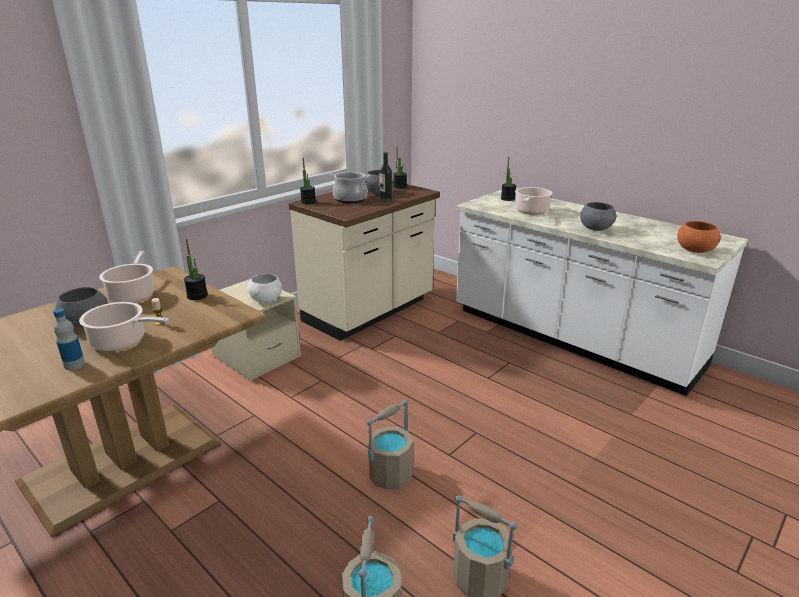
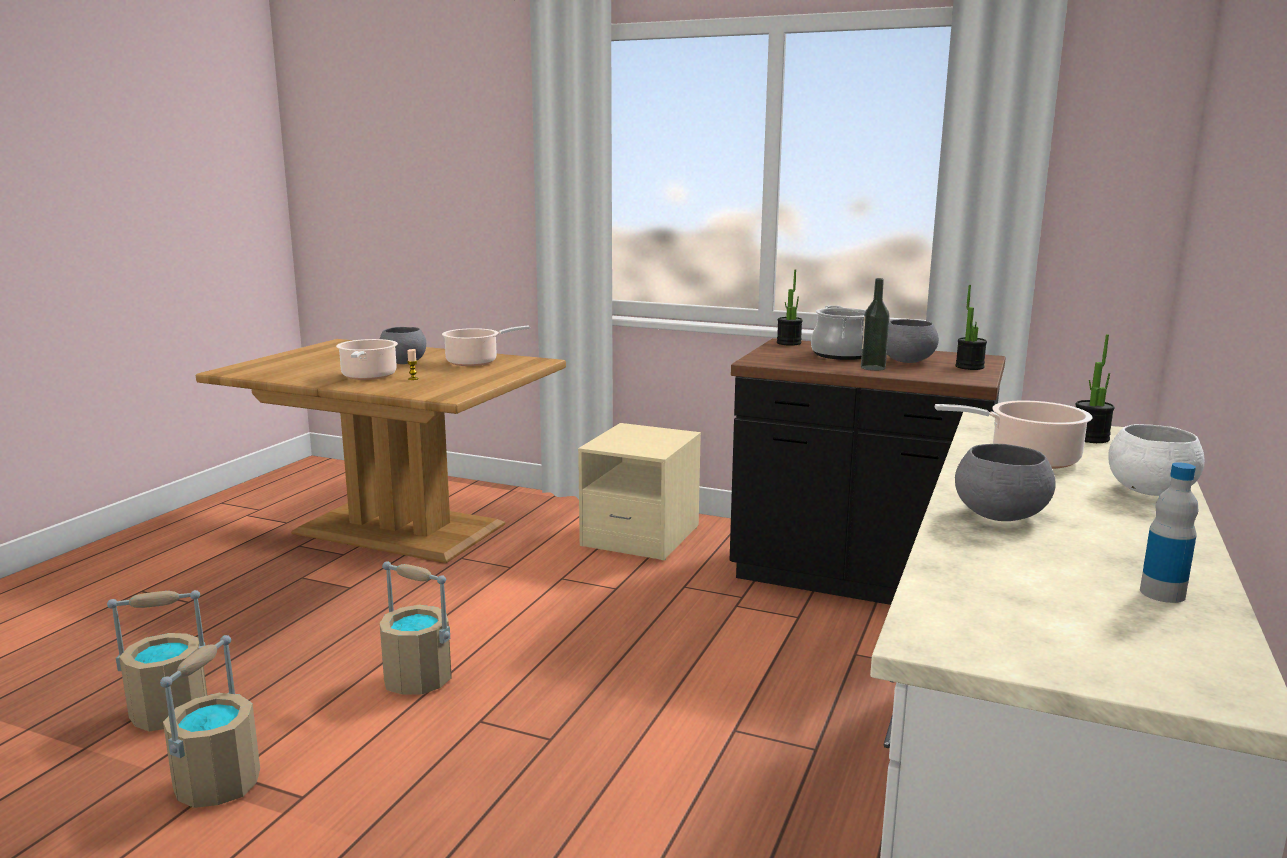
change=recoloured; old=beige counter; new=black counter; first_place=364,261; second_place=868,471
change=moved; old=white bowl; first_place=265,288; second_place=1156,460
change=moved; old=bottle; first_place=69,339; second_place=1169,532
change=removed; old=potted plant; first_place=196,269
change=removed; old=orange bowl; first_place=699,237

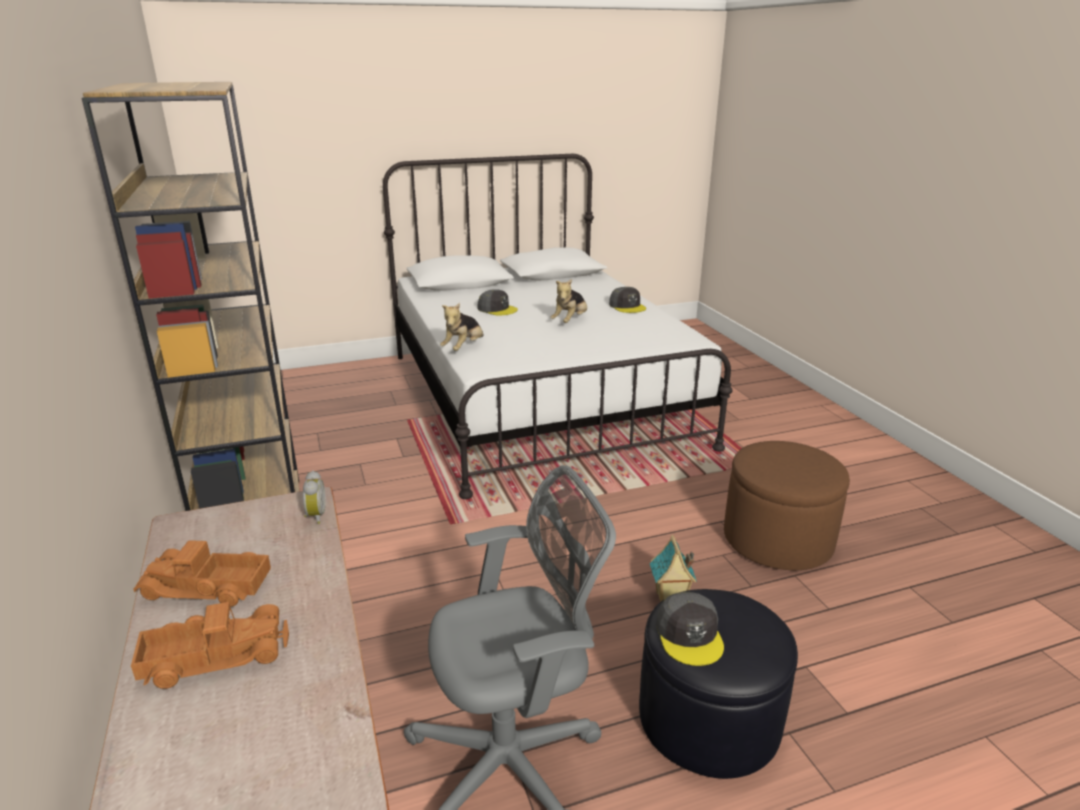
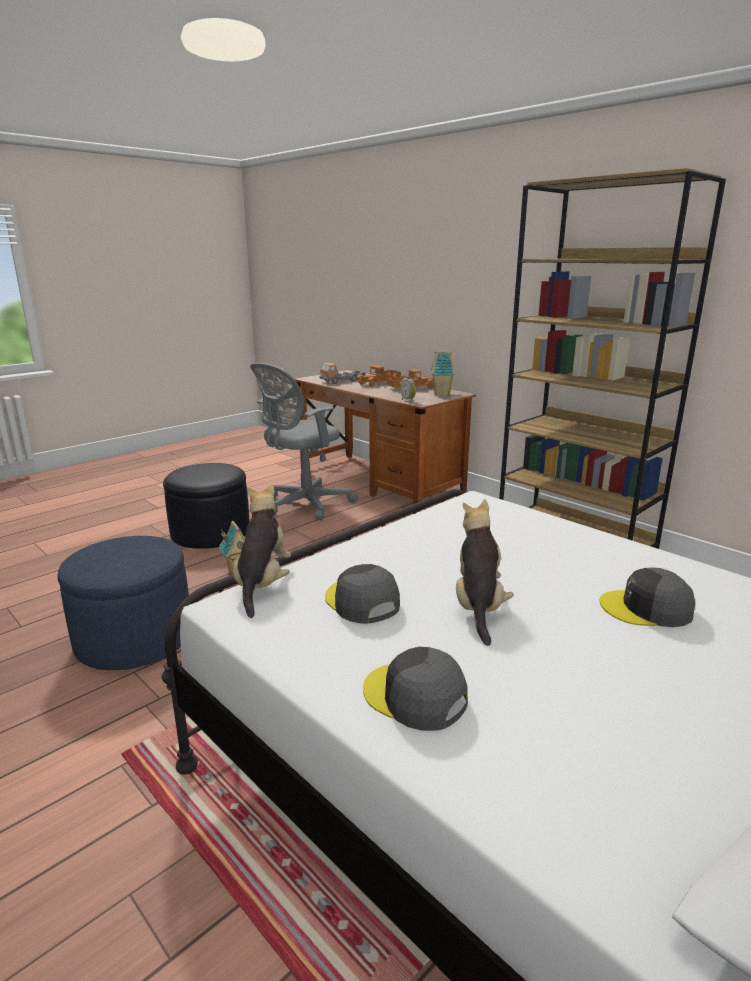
change=recoloured; old=brown ottoman; new=blue ottoman; first_place=787,505; second_place=123,603
change=moved; old=plush toy; first_place=462,327; second_place=262,551
change=added; new=toy truck; second_place=342,373
change=moved; old=grey cap; first_place=690,629; second_place=362,594
change=added; new=toy house; second_place=443,373

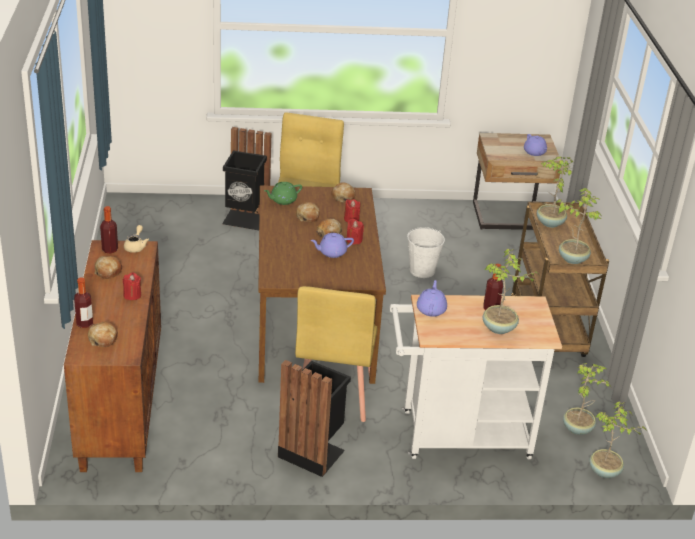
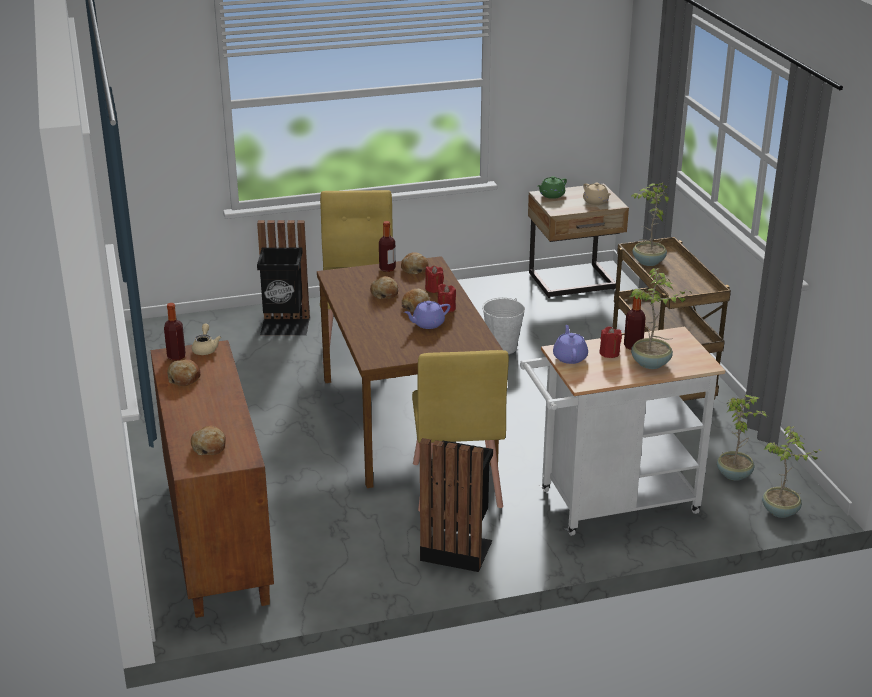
change=moved; old=bottle; first_place=83,302; second_place=387,246
change=moved; old=green teapot; first_place=283,193; second_place=552,187
change=recoloured; old=purple teapot; new=beige teapot; first_place=535,145; second_place=597,194
change=moved; old=red candle; first_place=132,286; second_place=610,342
change=removed; old=potted plant; first_place=579,226

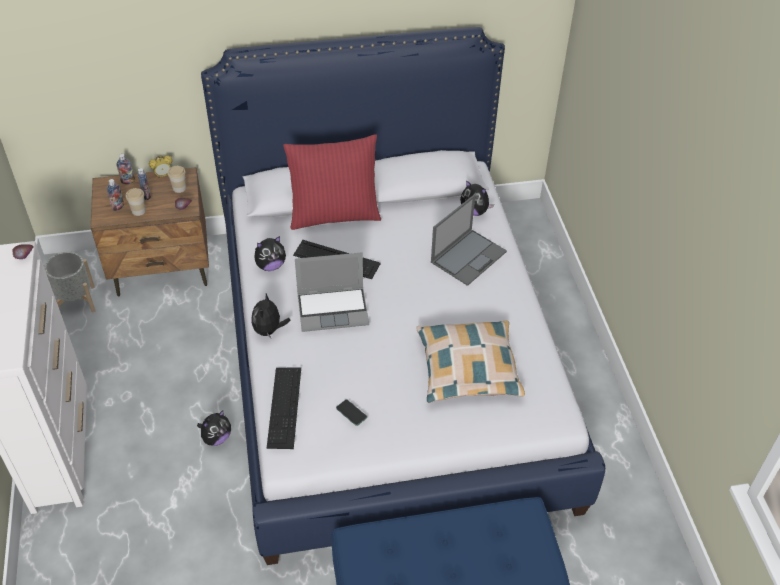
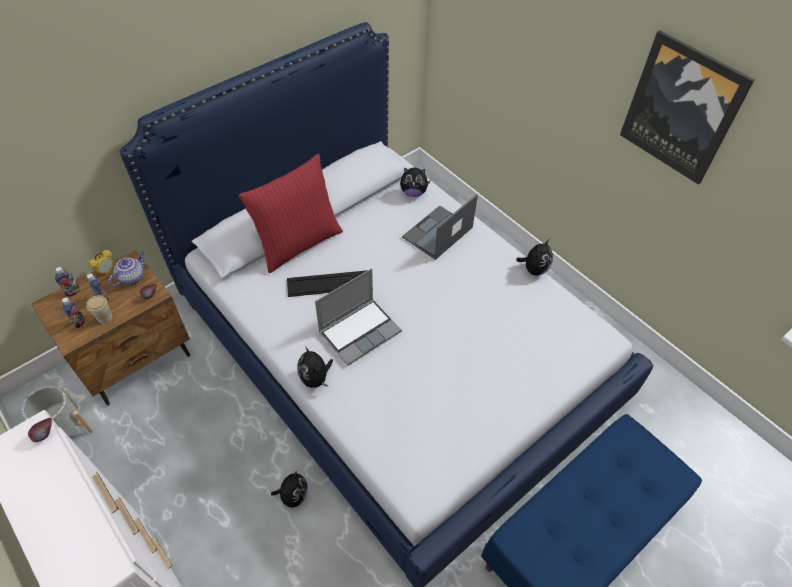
change=replaced; old=cup; new=teapot; first_place=176,179; second_place=127,269
change=turned; old=laptop; first_place=469,240; second_place=440,227; degrees=-150
change=moved; old=plush toy; first_place=270,253; second_place=534,257
change=added; new=picture; second_place=687,107
change=removed; old=keyboard; first_place=284,408
change=removed; old=phone; first_place=351,412
change=removed; old=pillow; first_place=470,362

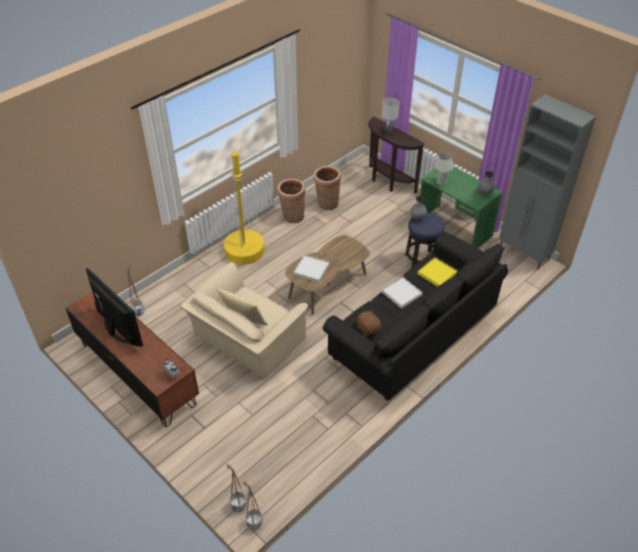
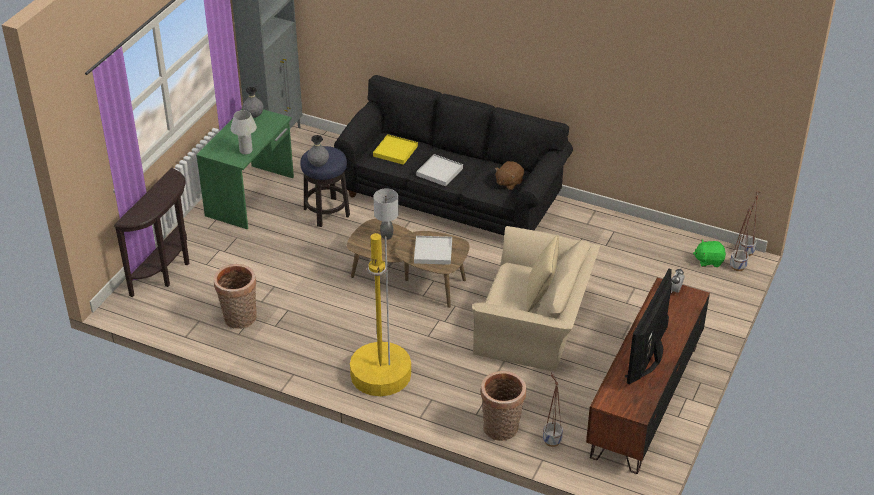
change=moved; old=grey table lamp; first_place=390,116; second_place=386,214
change=moved; old=basket; first_place=291,201; second_place=503,406
change=added; new=green plush toy; second_place=709,253

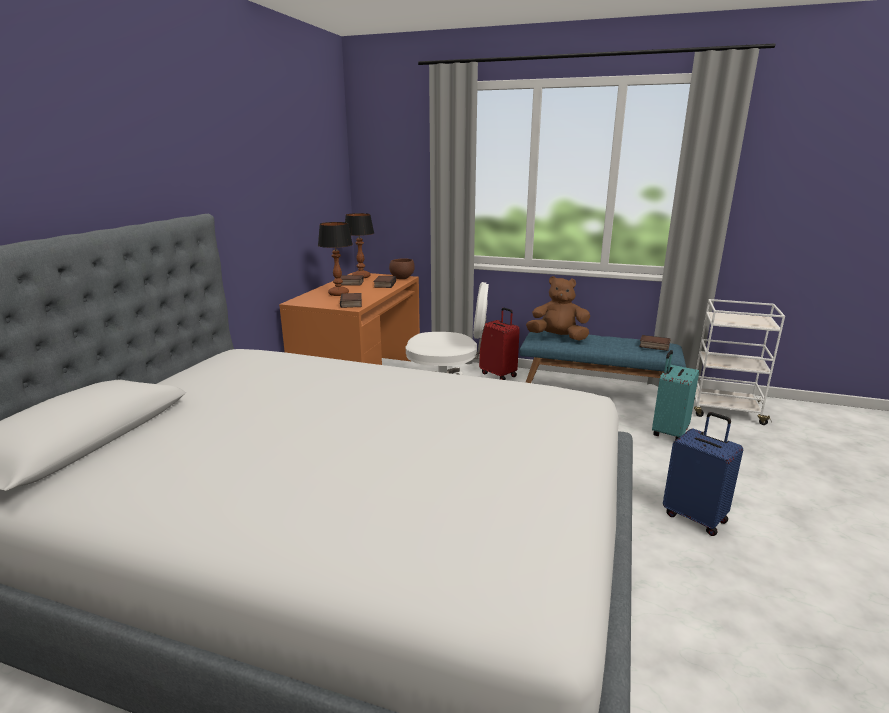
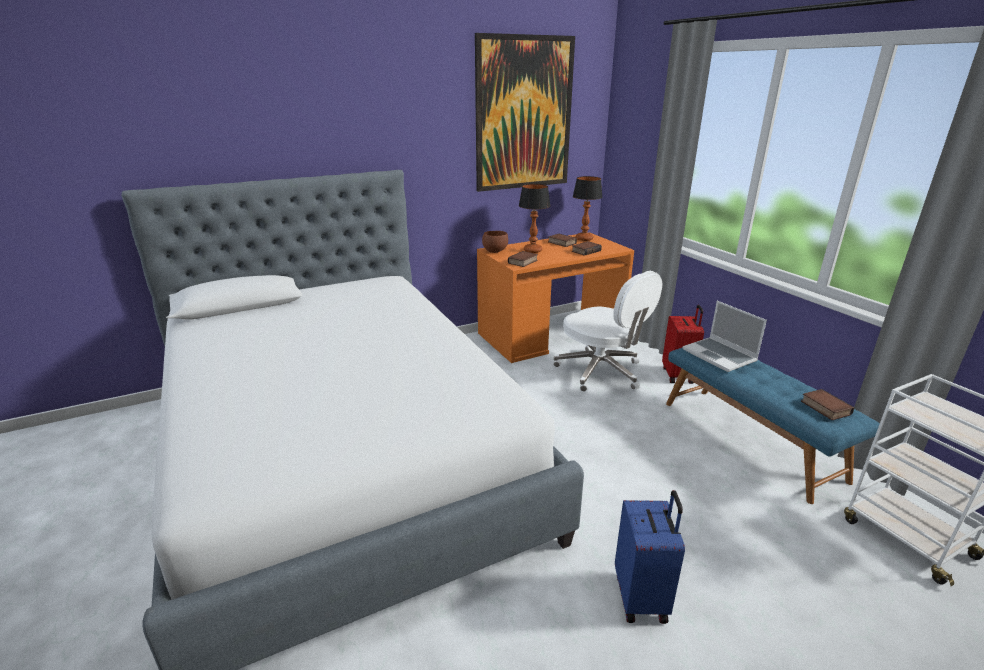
change=added; new=picture; second_place=525,112
change=moved; old=brown bowl; first_place=402,268; second_place=495,242
change=replaced; old=brown plush toy; new=laptop; first_place=558,308; second_place=725,336
change=removed; old=turquoise suitcase; first_place=675,395

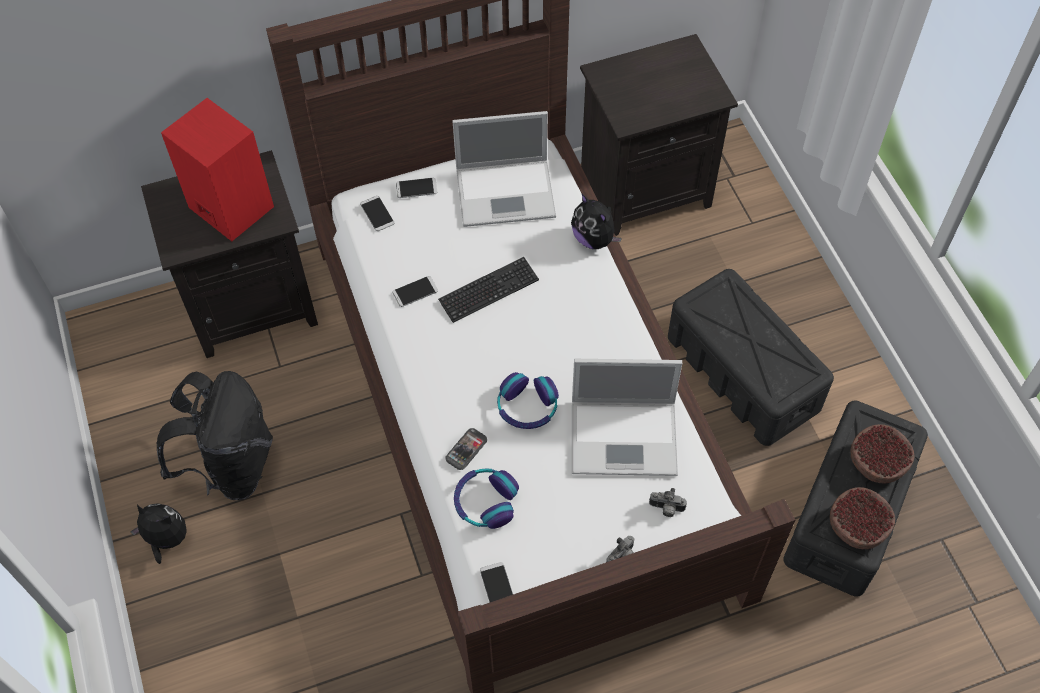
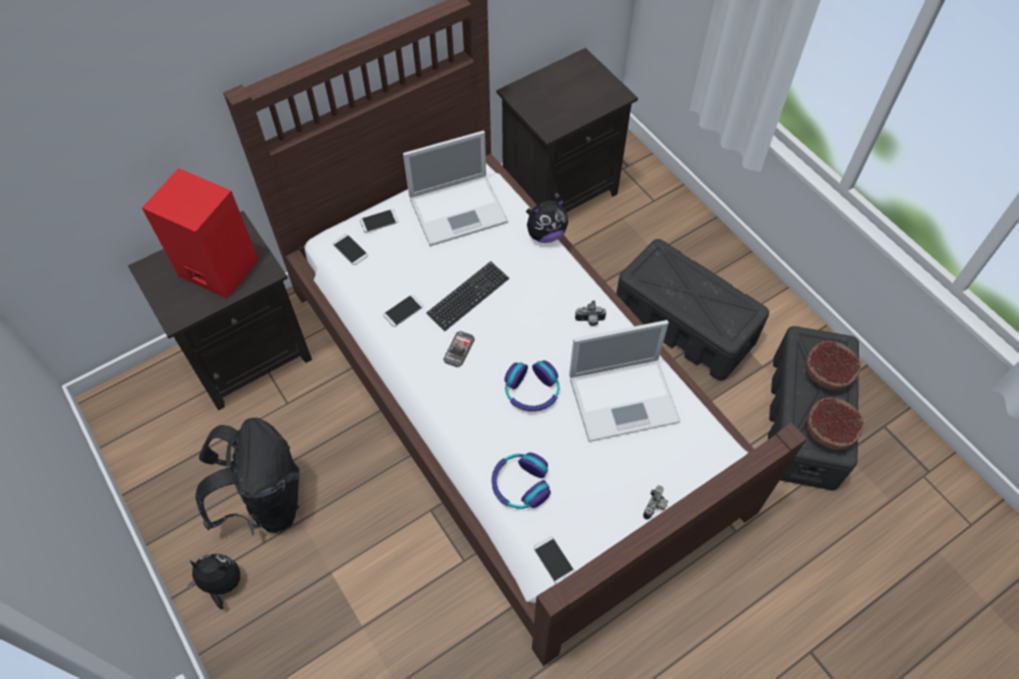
change=moved; old=phone; first_place=466,449; second_place=459,349
change=turned; old=plush toy; first_place=596,221; second_place=547,221; degrees=-60
change=moved; old=photo camera; first_place=668,502; second_place=590,313

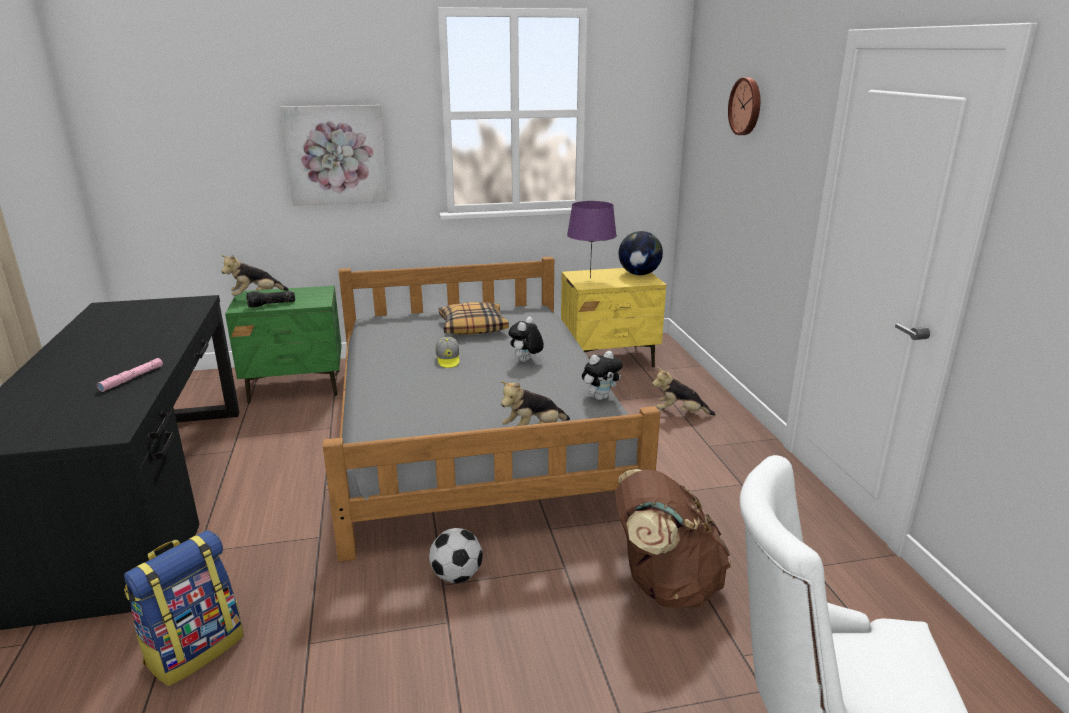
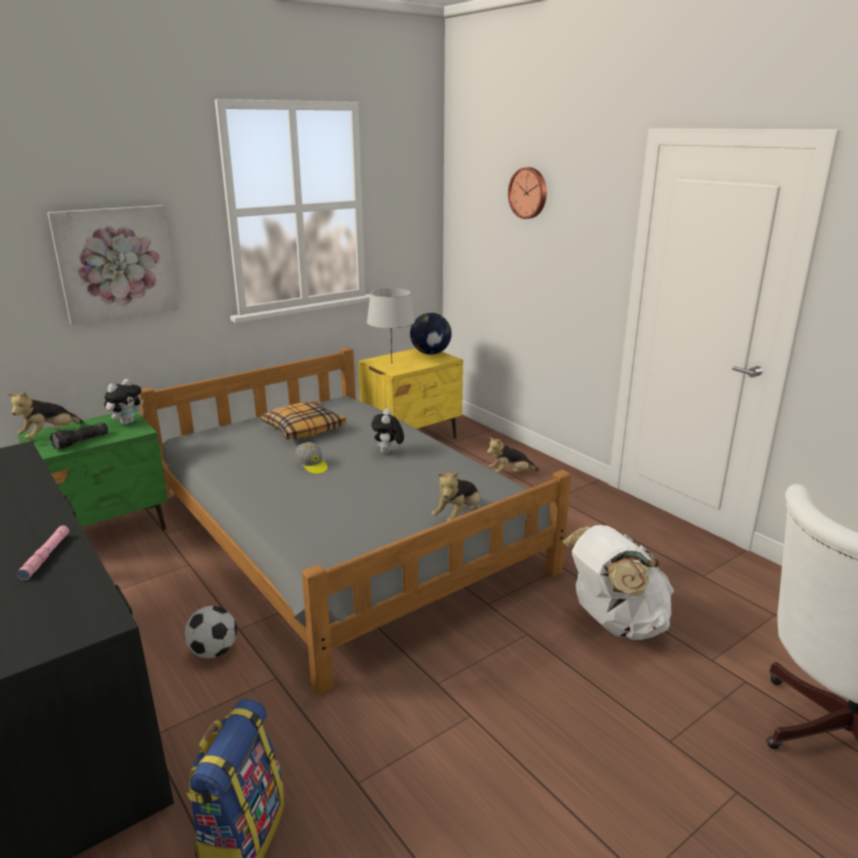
change=moved; old=plush toy; first_place=602,375; second_place=124,402
change=moved; old=football; first_place=456,555; second_place=210,632
change=recoloured; old=purple table lamp; new=grey table lamp; first_place=592,240; second_place=391,325
change=recoloured; old=brown backpack; new=white backpack; first_place=673,538; second_place=618,582

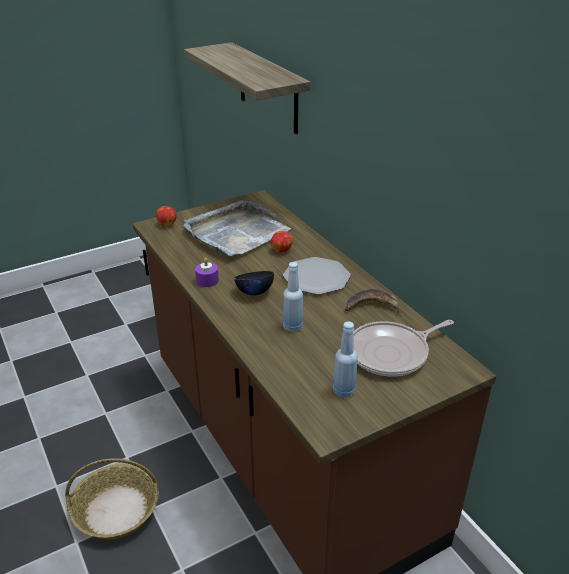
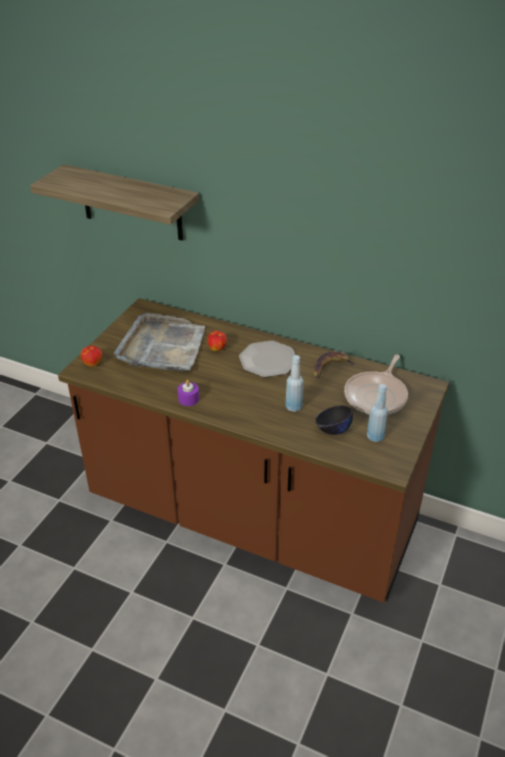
change=moved; old=black bowl; first_place=254,283; second_place=334,420
change=removed; old=basket; first_place=112,498

